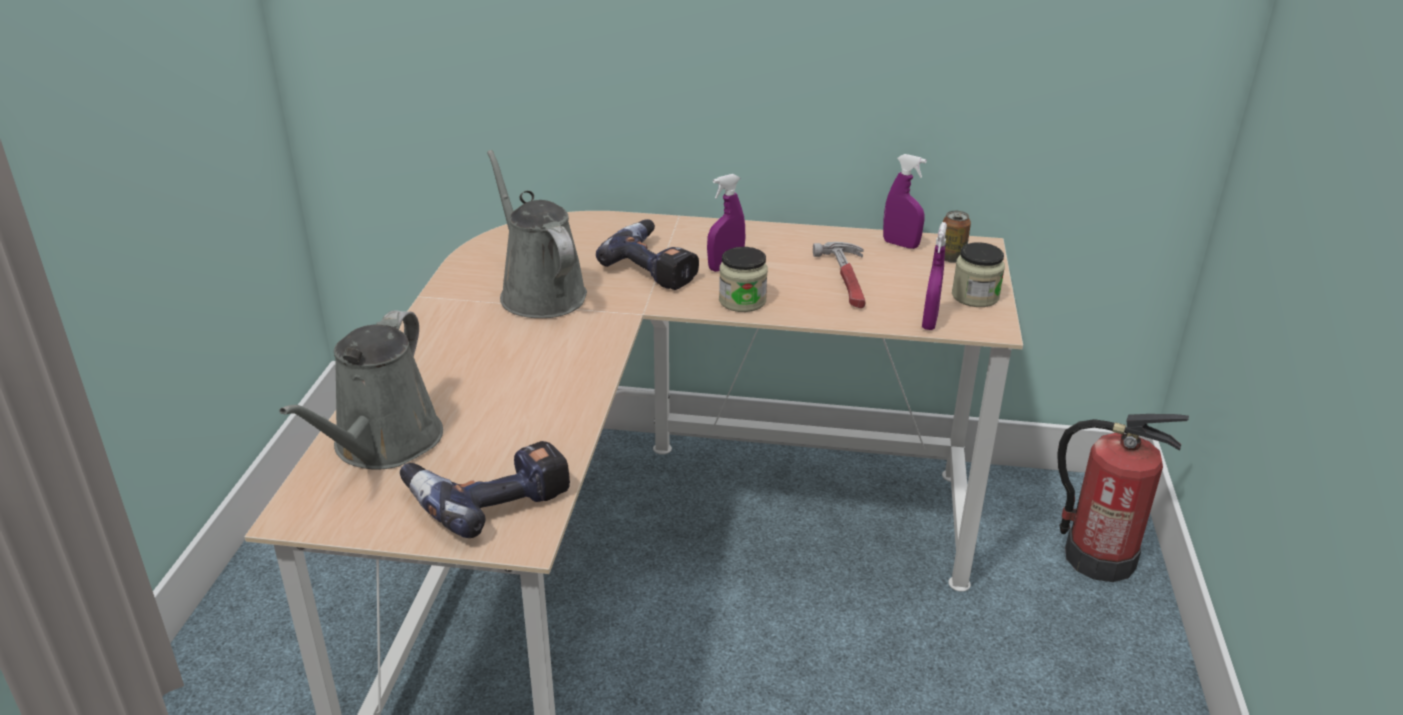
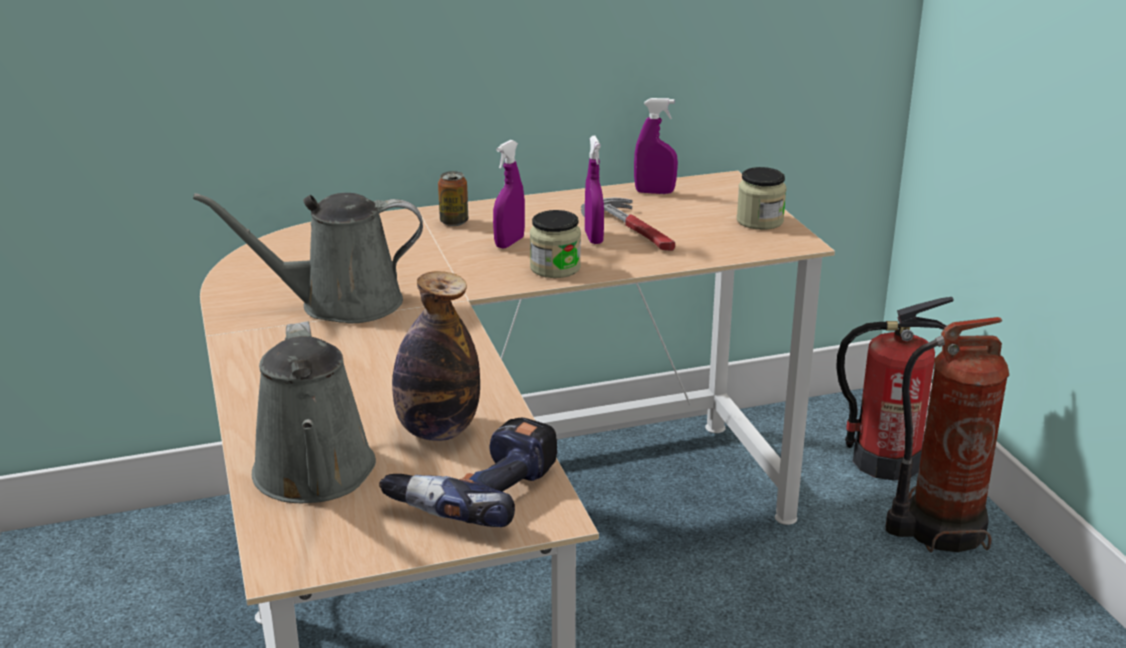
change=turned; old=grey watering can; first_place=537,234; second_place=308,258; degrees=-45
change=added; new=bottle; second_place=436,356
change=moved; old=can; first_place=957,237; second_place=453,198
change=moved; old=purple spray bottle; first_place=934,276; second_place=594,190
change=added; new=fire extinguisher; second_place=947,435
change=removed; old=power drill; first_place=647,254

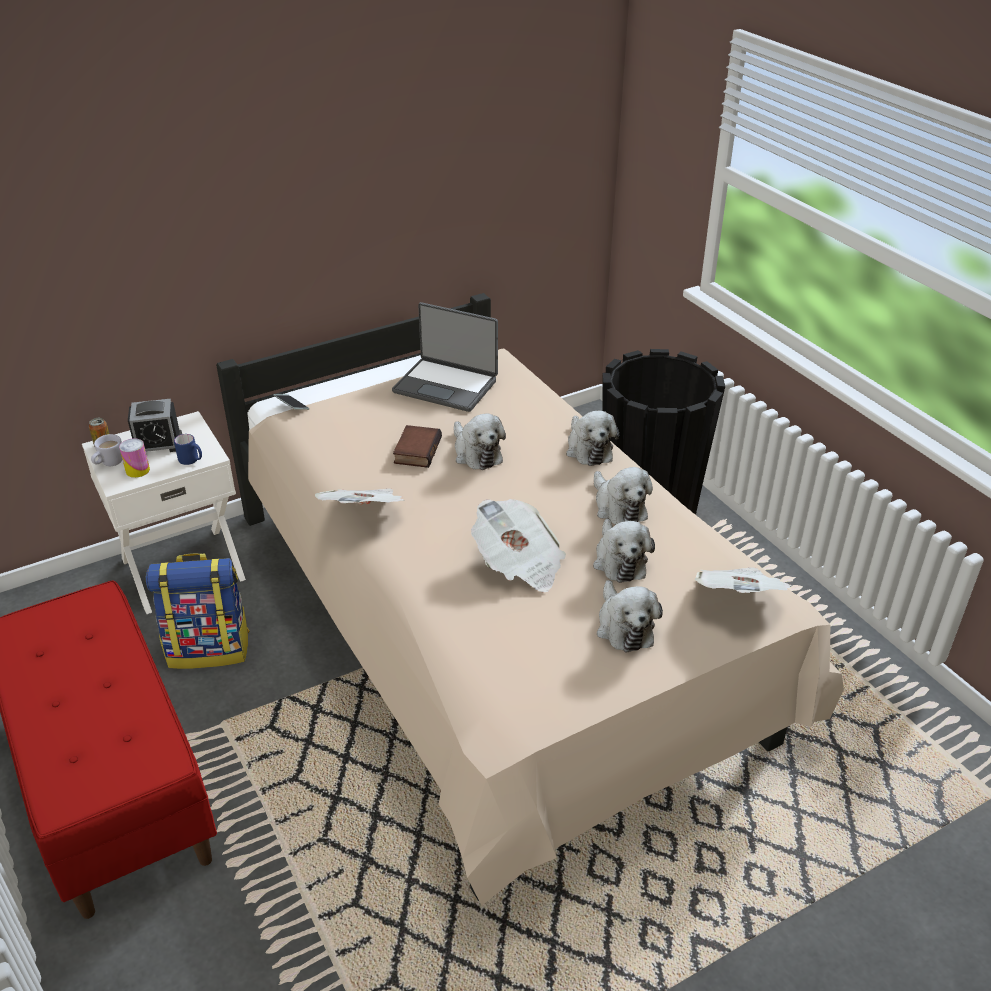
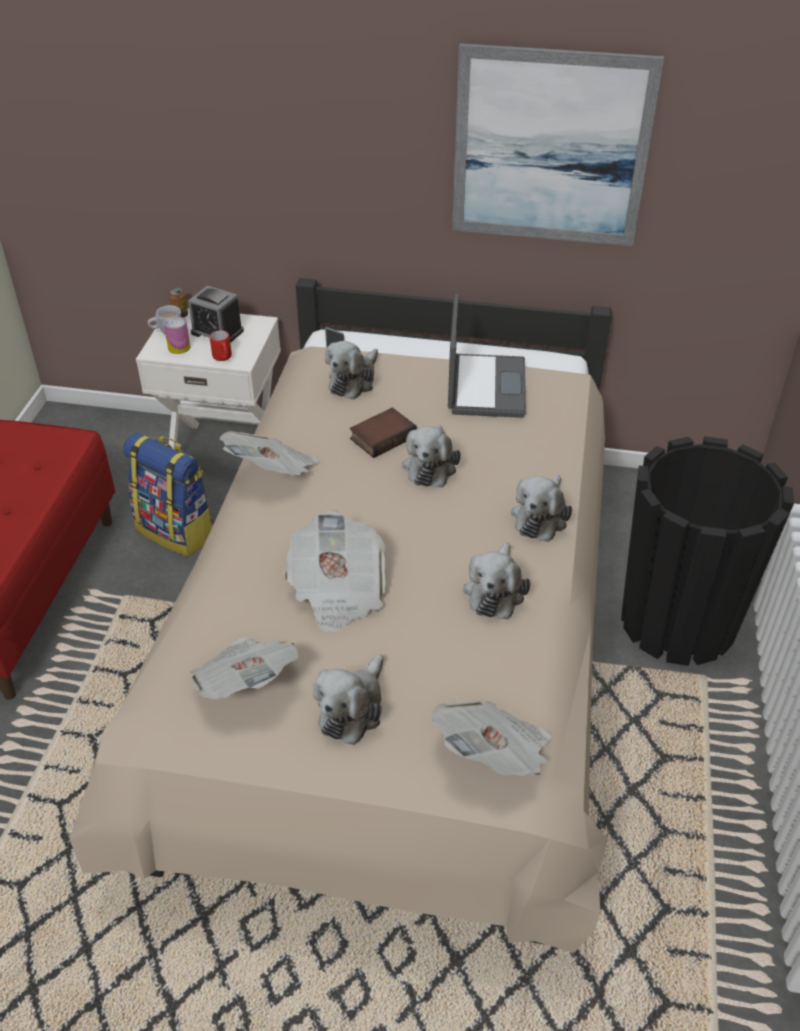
change=added; new=newspaper; second_place=244,668
change=recoloured; old=blue mug; new=red mug; first_place=188,449; second_place=221,345
change=moved; old=plush toy; first_place=624,551; second_place=351,370
change=turned; old=laptop; first_place=445,357; second_place=487,356; degrees=-150
change=added; new=picture; second_place=558,144

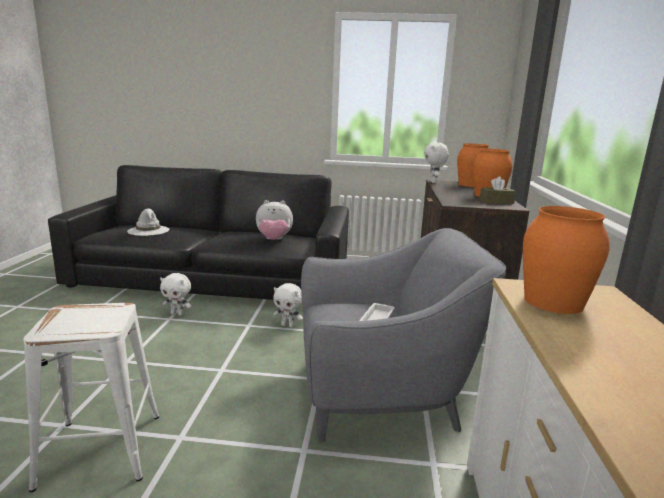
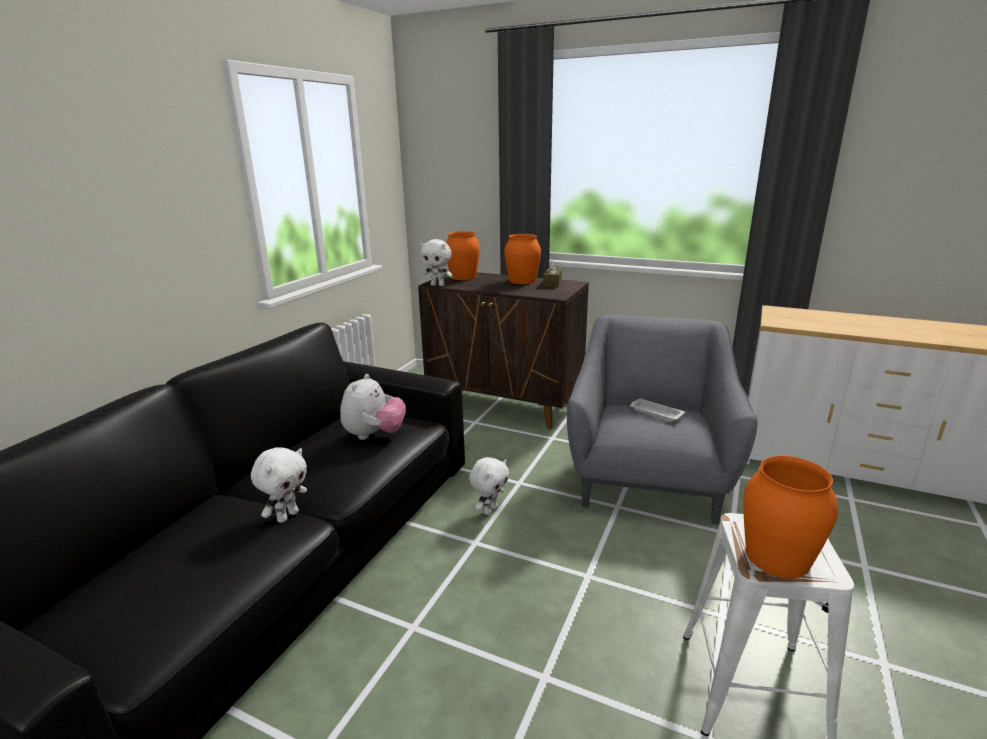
change=moved; old=white plush toy; first_place=176,294; second_place=279,485
change=moved; old=orange vase; first_place=566,260; second_place=790,517
change=removed; old=white hat; first_place=148,222

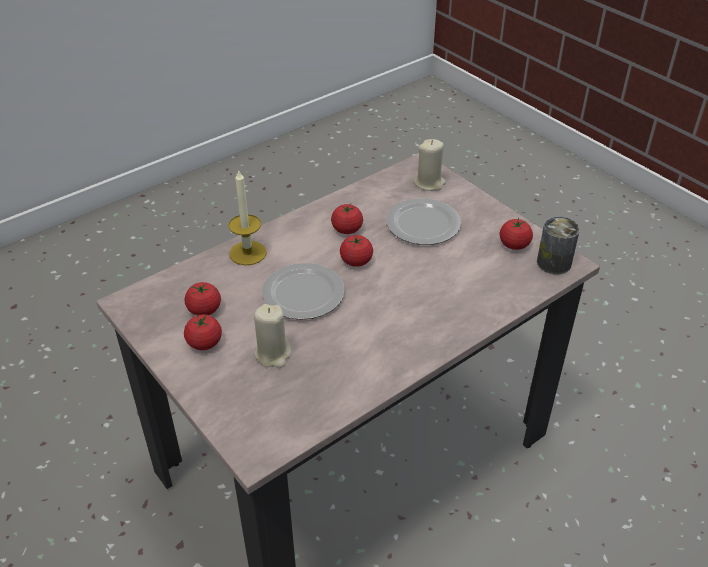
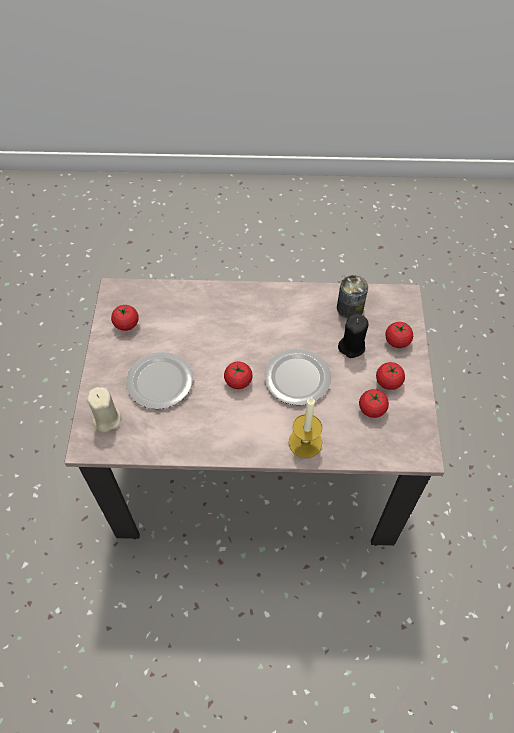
change=moved; old=can; first_place=558,245; second_place=352,297
change=recoloured; old=beige candle; new=black candle; first_place=272,336; second_place=353,335
change=moved; old=tomato; first_place=347,219; second_place=399,335

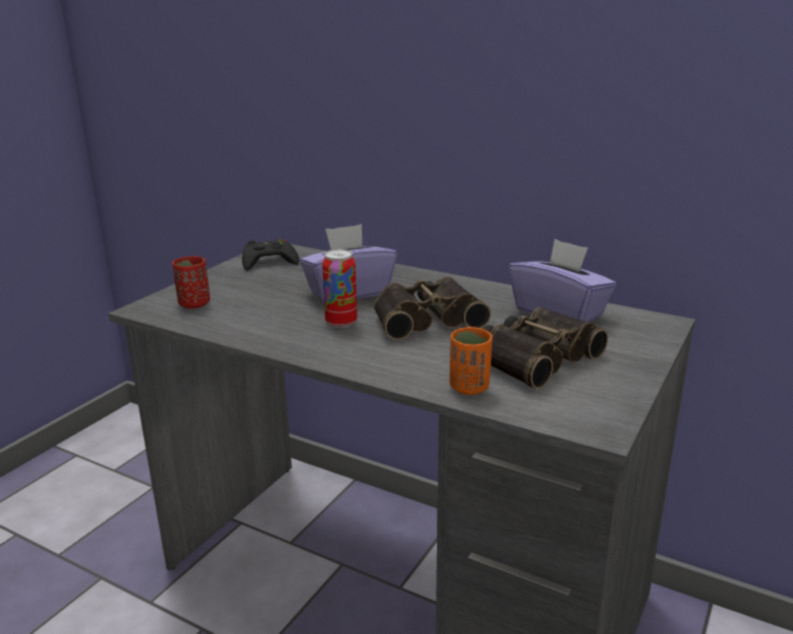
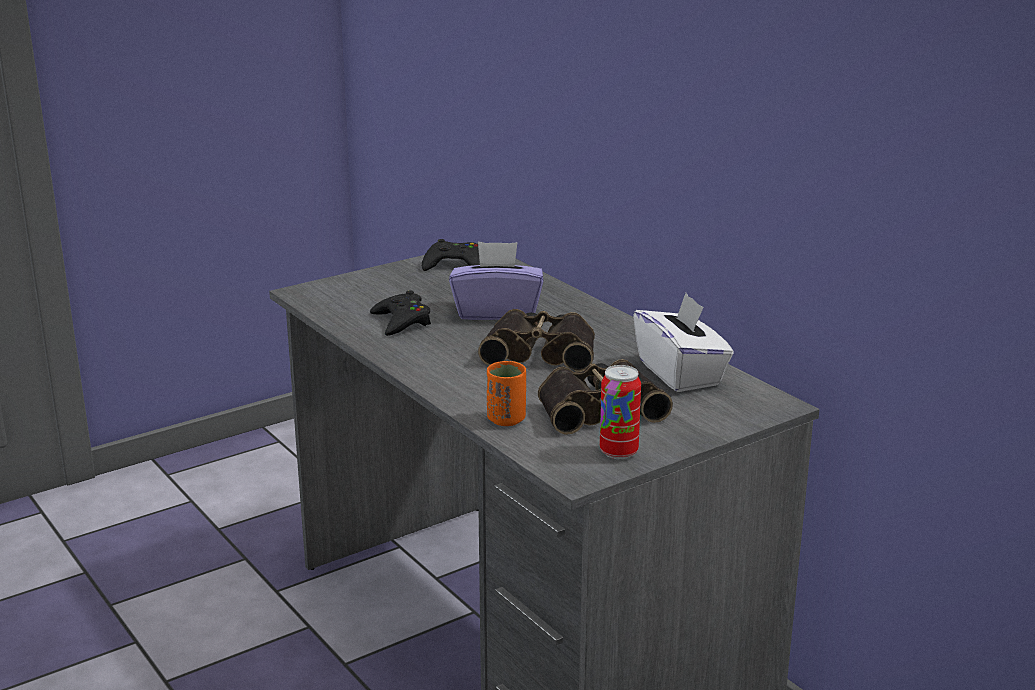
change=added; new=black game controller; second_place=400,313
change=moved; old=can; first_place=339,288; second_place=620,412
change=recoloured; old=purple tissue box; new=white tissue box; first_place=562,280; second_place=683,342
change=removed; old=red cup; first_place=191,282

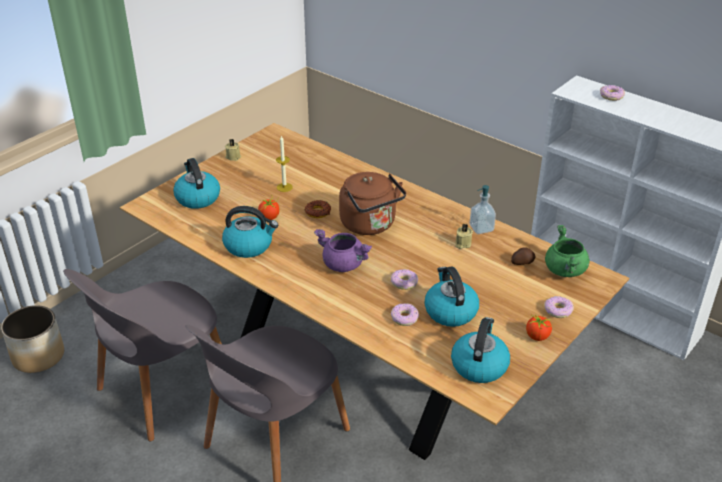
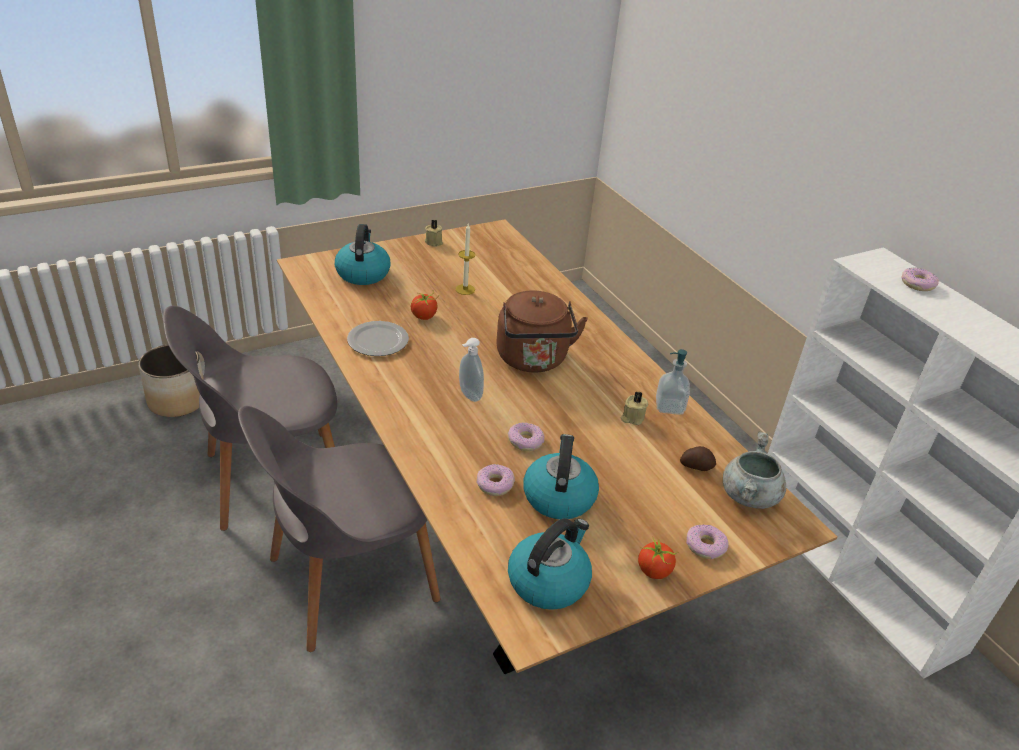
change=replaced; old=kettle; new=plate; first_place=250,232; second_place=378,338
change=replaced; old=purple cooking pot; new=soap dispenser; first_place=343,250; second_place=471,370
change=recoloured; old=green cooking pot; new=grey cooking pot; first_place=567,251; second_place=754,470
change=removed; old=donut; first_place=318,209

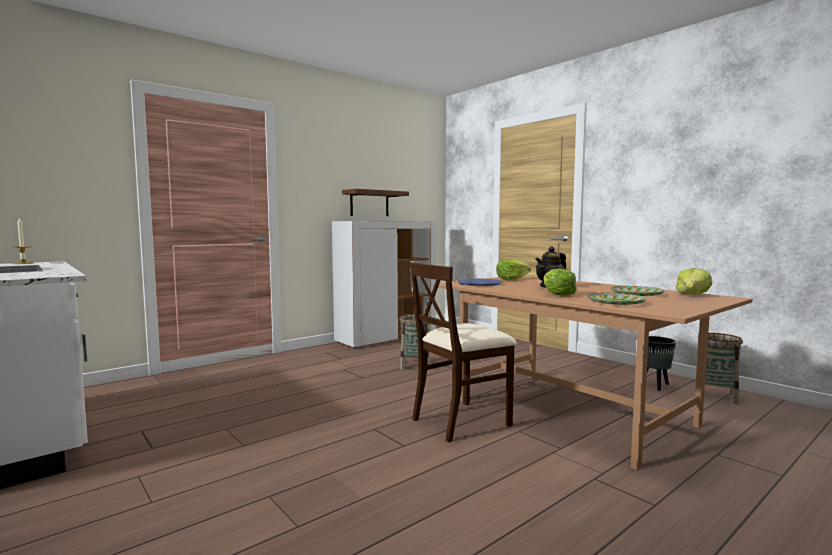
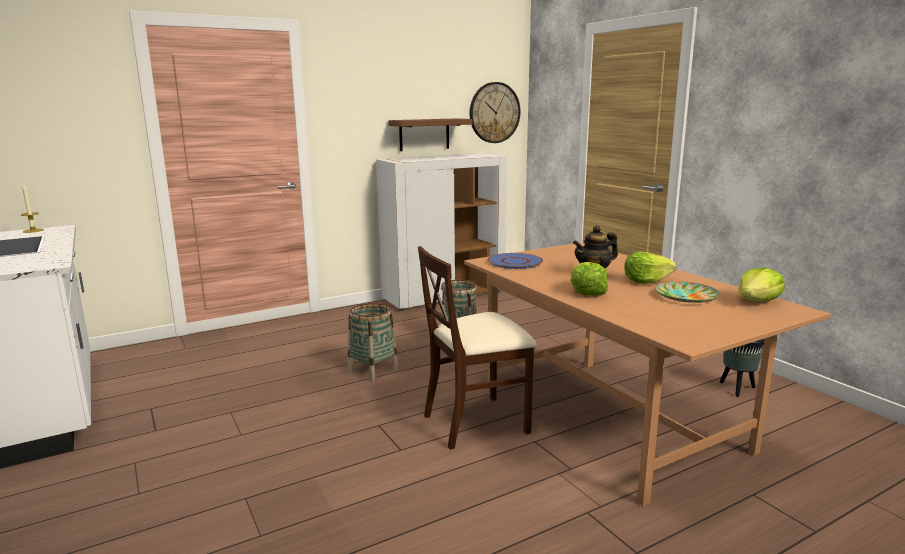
change=moved; old=basket; first_place=720,368; second_place=373,342
change=added; new=wall clock; second_place=495,112
change=moved; old=lettuce; first_place=513,269; second_place=650,267
change=removed; old=plate; first_place=617,299

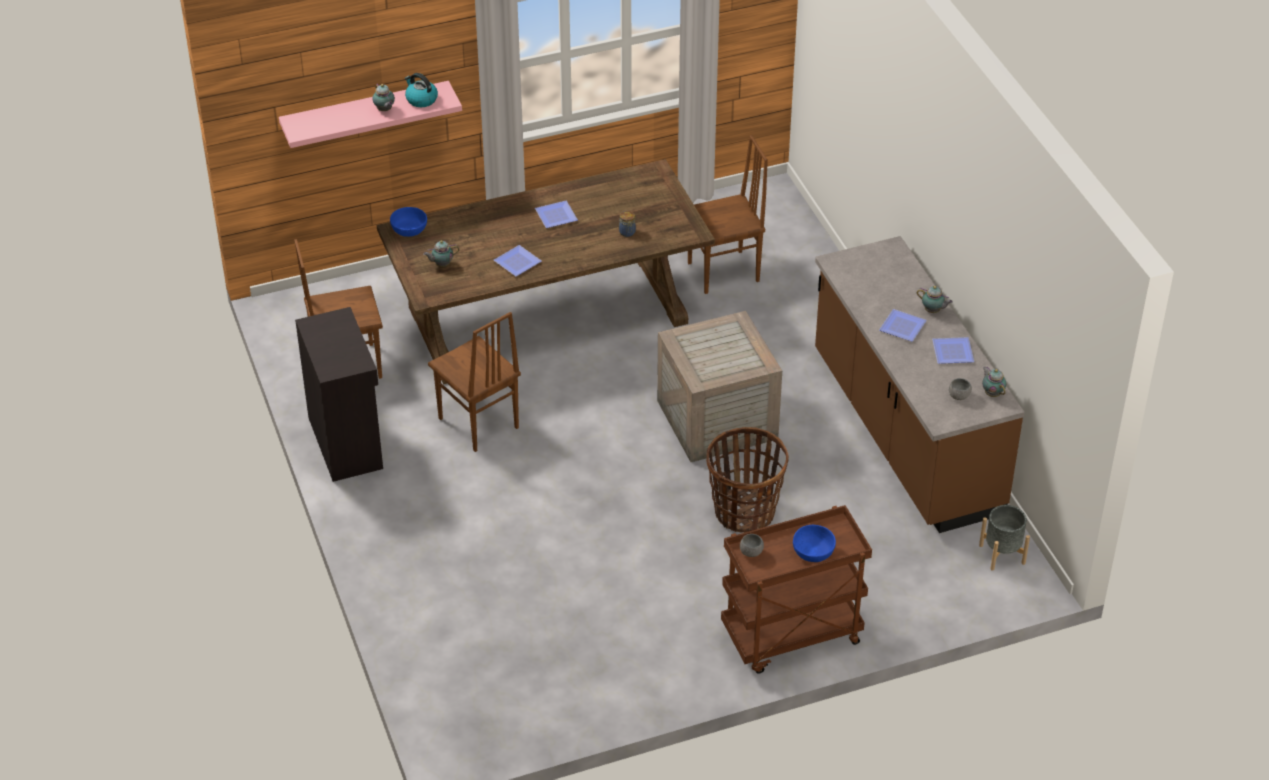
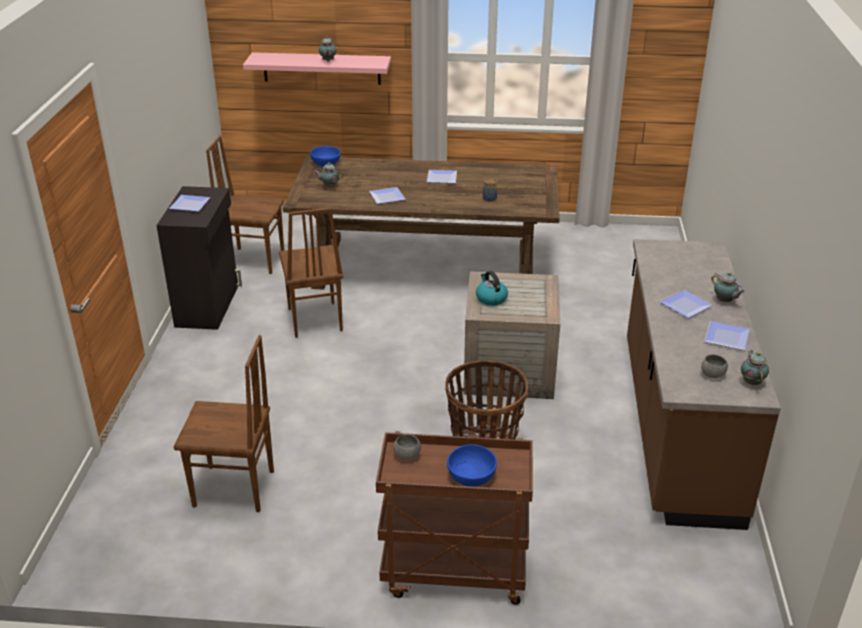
change=added; new=plate; second_place=190,203
change=moved; old=brown chair; first_place=728,214; second_place=224,423
change=moved; old=kettle; first_place=421,90; second_place=492,288
change=removed; old=grey planter; first_place=1004,538

